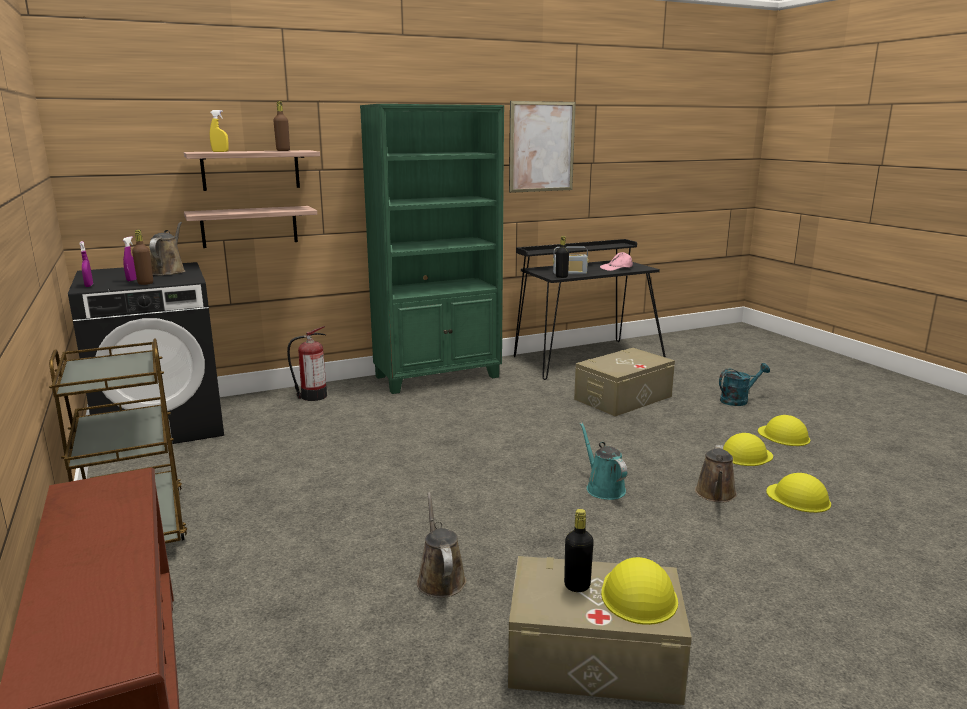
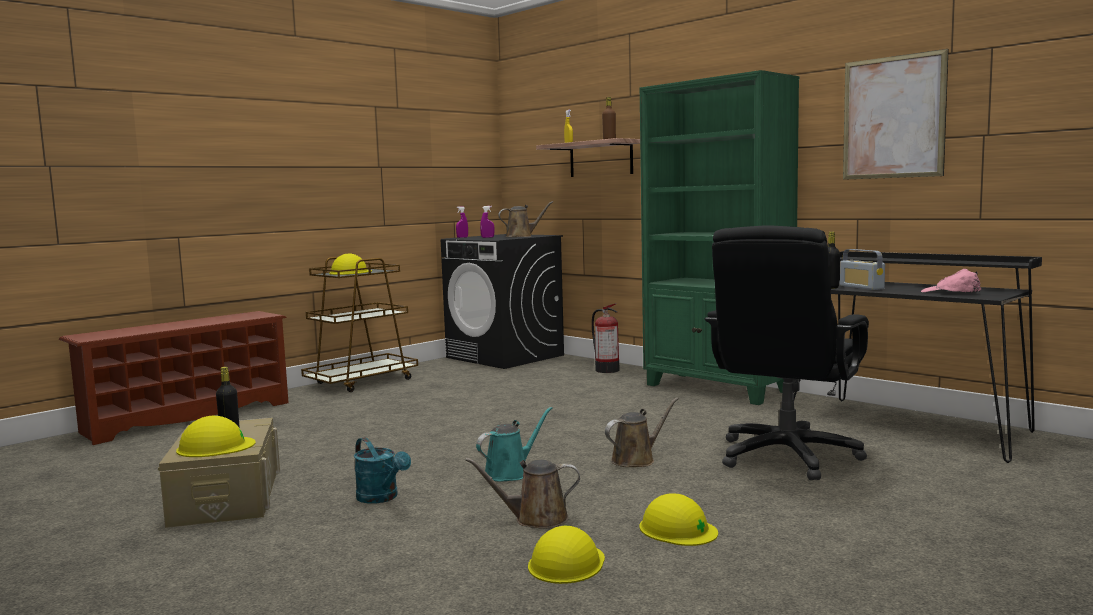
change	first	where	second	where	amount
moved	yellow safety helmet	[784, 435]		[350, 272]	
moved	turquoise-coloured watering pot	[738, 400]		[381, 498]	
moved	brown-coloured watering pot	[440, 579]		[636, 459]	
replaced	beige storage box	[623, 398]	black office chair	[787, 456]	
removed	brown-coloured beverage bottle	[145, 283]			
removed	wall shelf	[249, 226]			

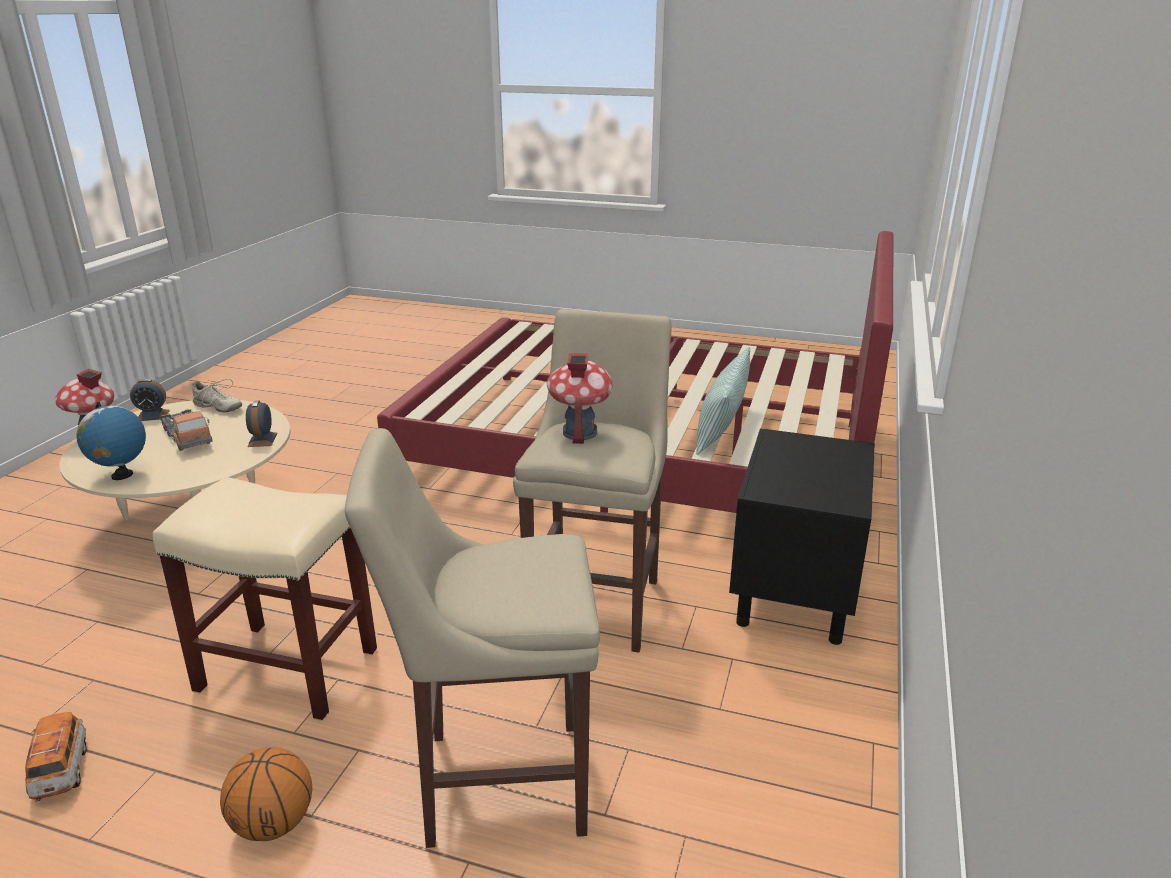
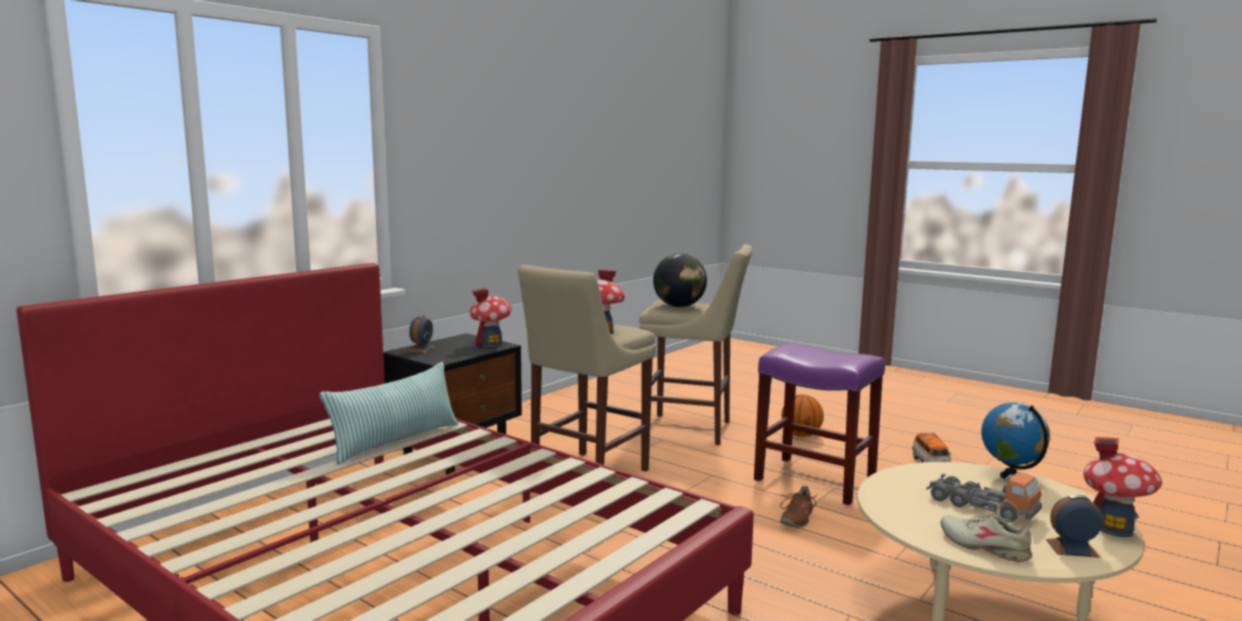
change	first	where	second	where	amount
moved	table clock	[262, 440]		[421, 349]	
added			model house	[491, 344]	
added			desk globe	[679, 306]	
recoloured	beige sitting stool	[285, 670]	purplish sitting stool	[816, 480]	
added			brown-coloured low shoe	[796, 518]	
turned	toy lorry	[187, 437]		[981, 507]	150 degrees clockwise

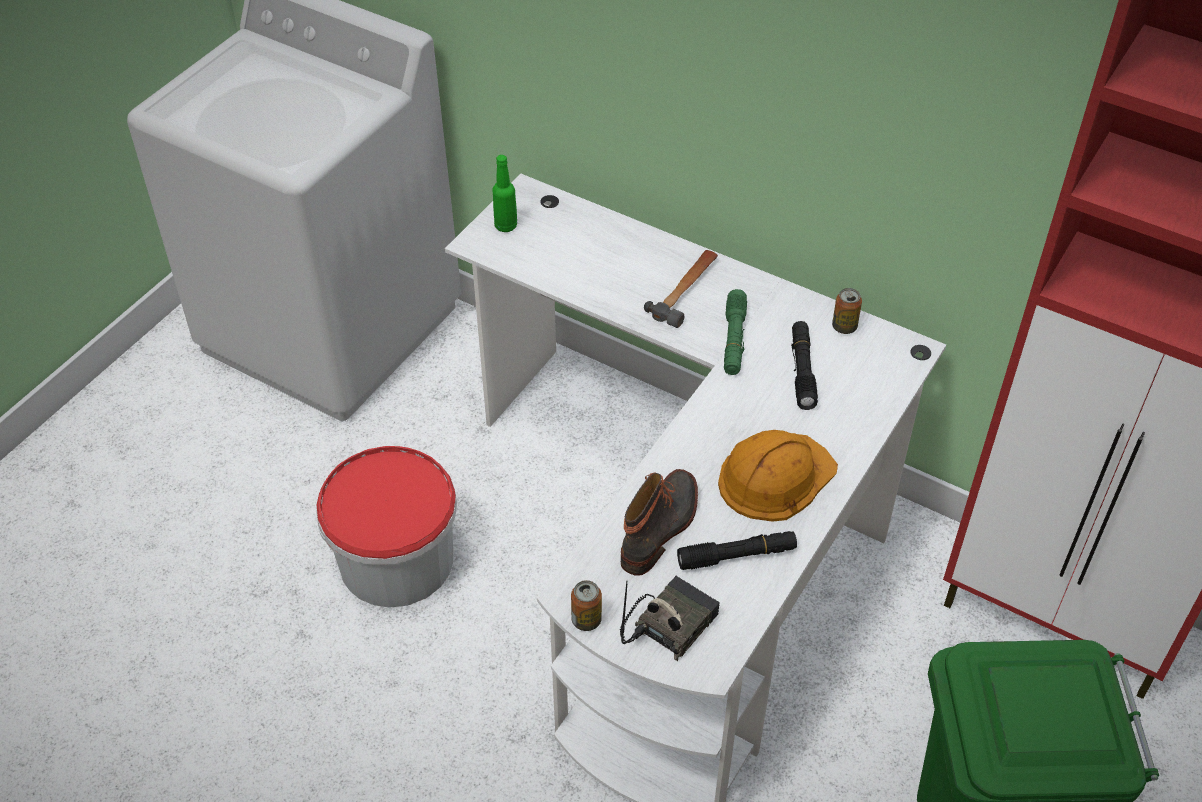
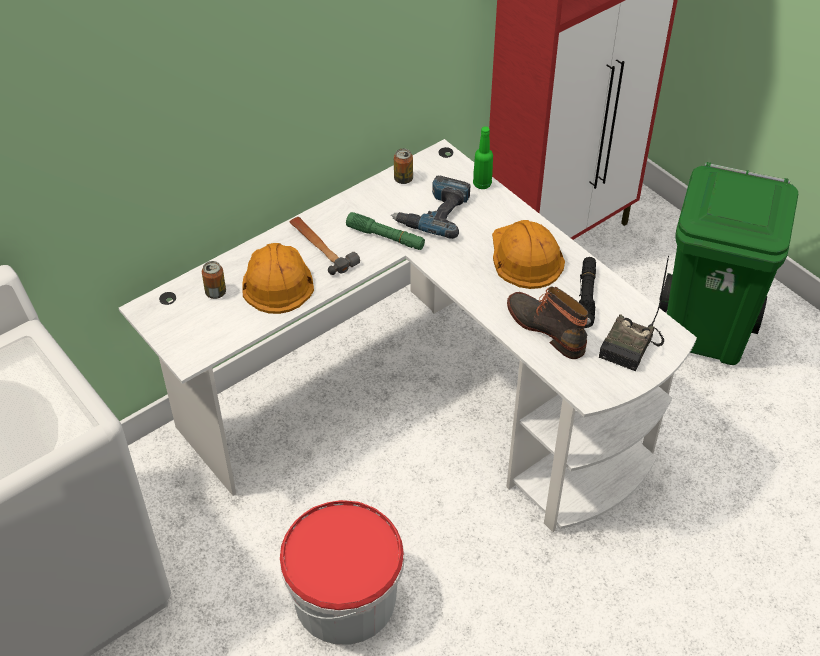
change	first	where	second	where	amount
moved	metal can	[586, 620]		[216, 292]	
added			orange-coloured safety helmet	[276, 280]	
replaced	black flashlight	[802, 371]	power drill	[434, 212]	
moved	greenish beverage bottle	[505, 226]		[482, 184]	
turned	radio receiver	[668, 623]		[631, 348]	120 degrees counterclockwise

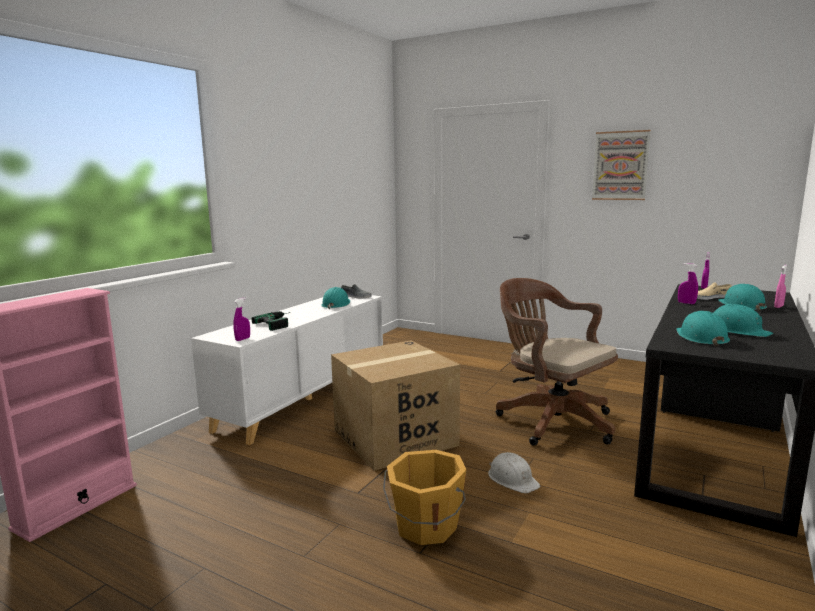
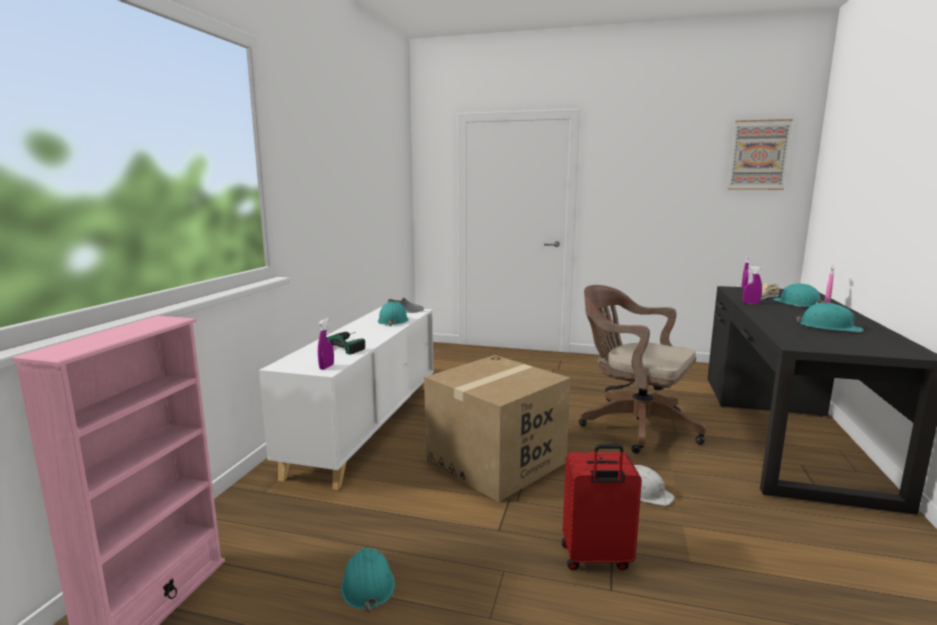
change	first	where	second	where	amount
moved	turquoise-coloured safety helmet	[701, 337]		[367, 584]	
replaced	orange-coloured water bucket	[425, 526]	red-coloured piece of luggage	[596, 558]	
moved	picture	[620, 165]		[758, 155]	

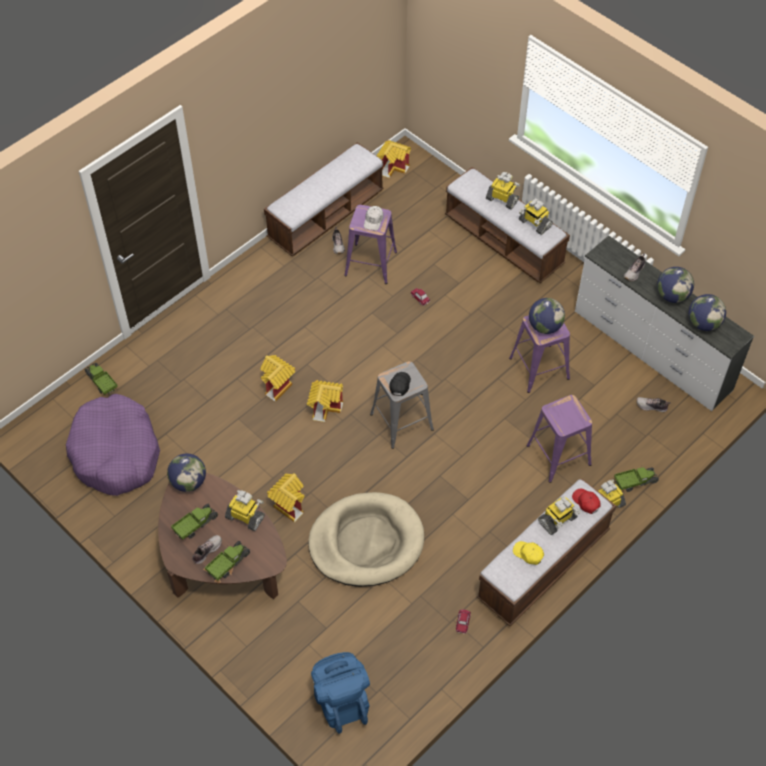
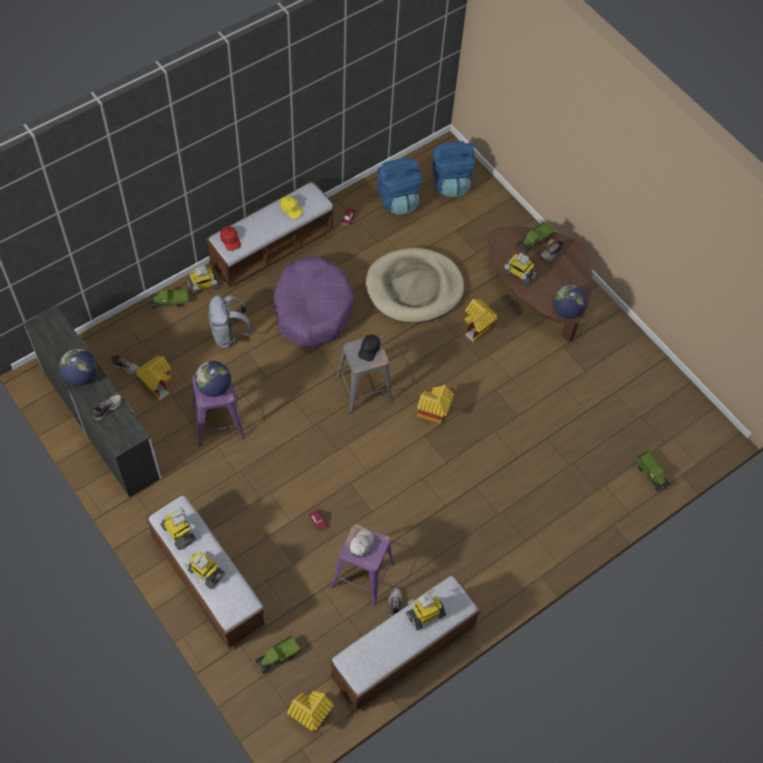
change	first	where	second	where	amount
moved	model house	[278, 387]		[157, 383]	
replaced	purplish sitting stool	[558, 455]	greyish backpack	[229, 335]	
moved	toy lorry	[195, 525]		[278, 657]	
moved	purplish dog cushion	[116, 453]		[312, 309]	
added			blue backpack	[398, 199]	
moved	model robot	[557, 520]		[425, 614]	
removed	desk globe	[703, 323]			

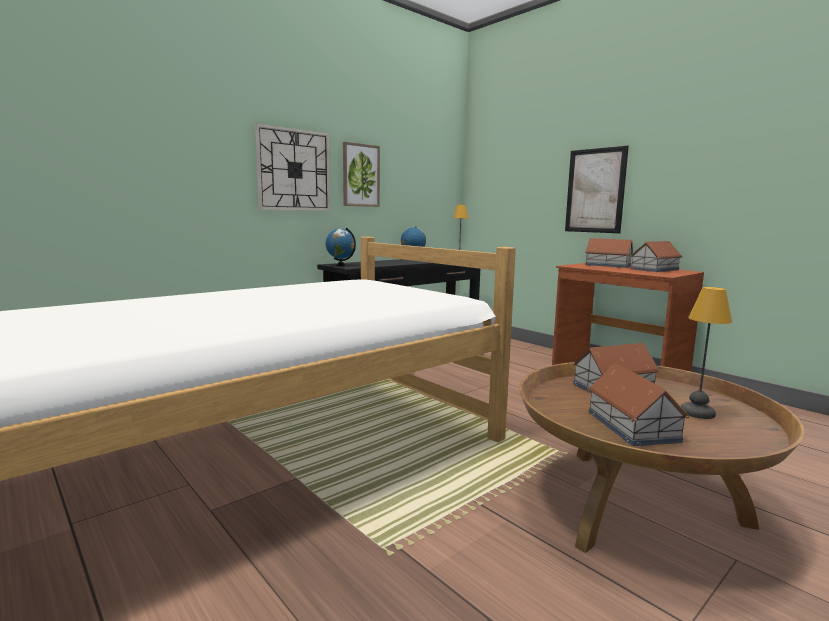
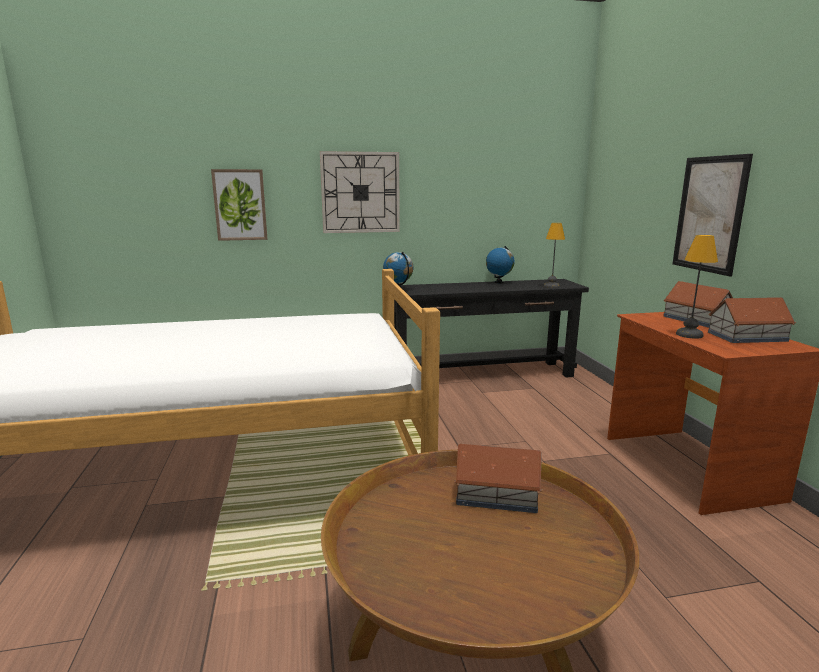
change	first	where	second	where	amount
moved	picture	[360, 175]		[240, 205]	
moved	table lamp	[697, 412]		[688, 335]	
removed	model house	[632, 426]			

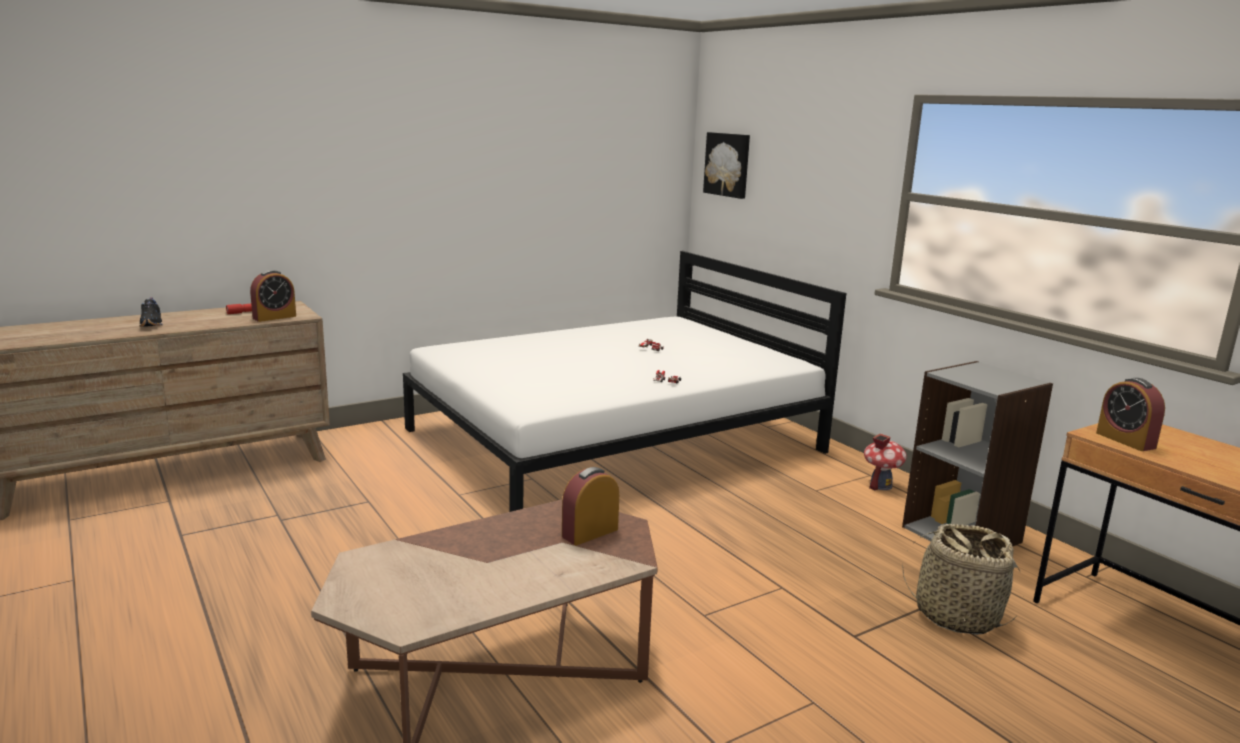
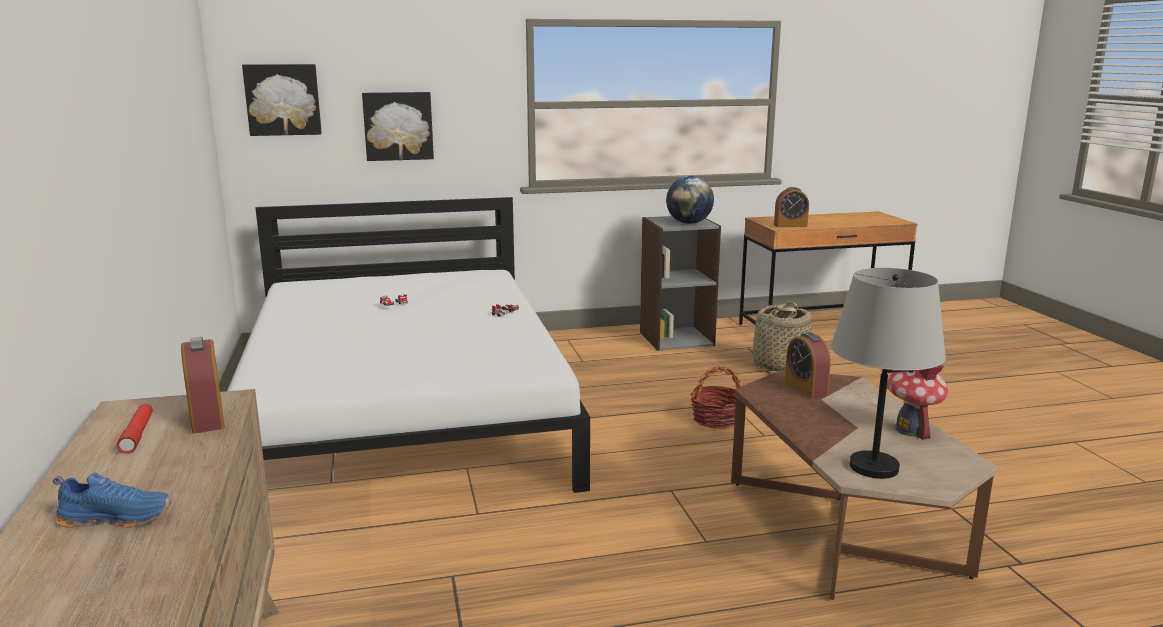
change	first	where	second	where	amount
recoloured	black low shoe	[152, 324]	blue low shoe	[117, 518]	
added			picture	[398, 126]	
added			desk globe	[689, 223]	
added			household basket	[716, 419]	
added			greyish table lamp	[873, 467]	
moved	model house	[880, 485]		[911, 430]	

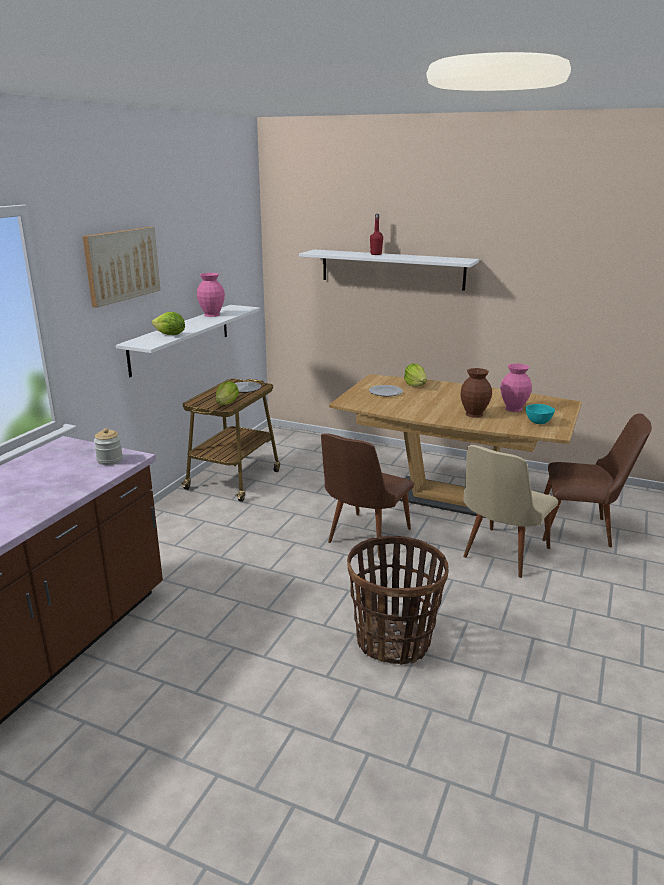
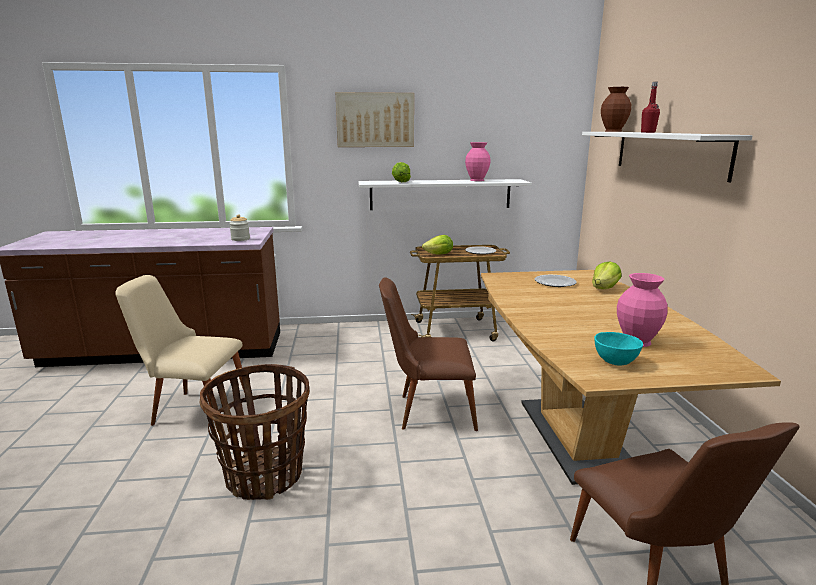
change	first	where	second	where	amount
moved	beige upright chair	[500, 555]		[193, 409]	
moved	brown-coloured decorative vase	[474, 414]		[613, 131]	

